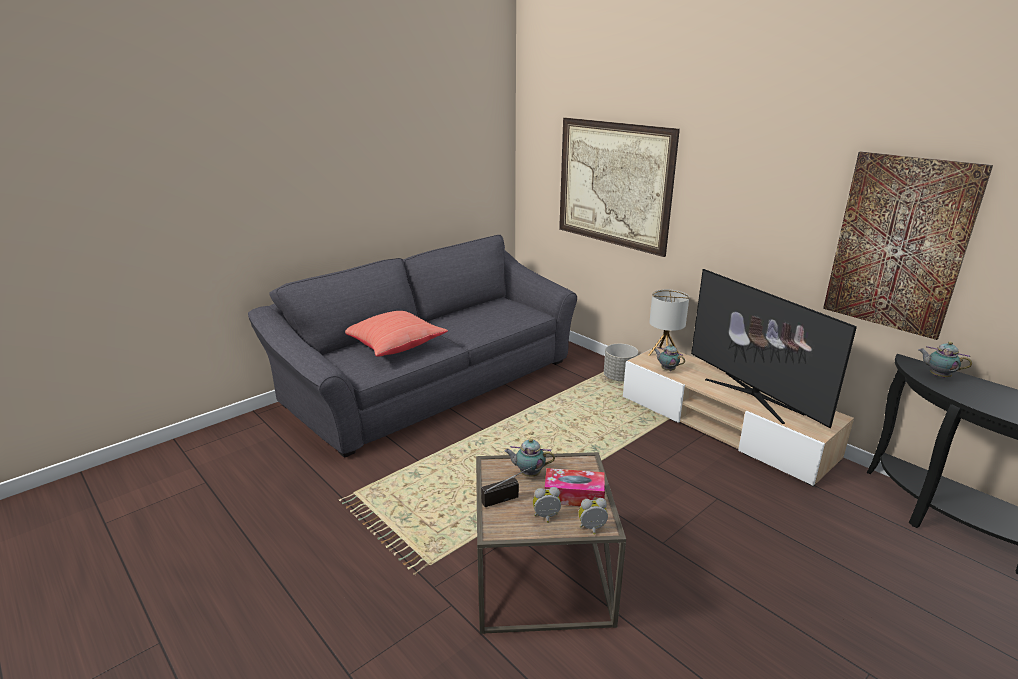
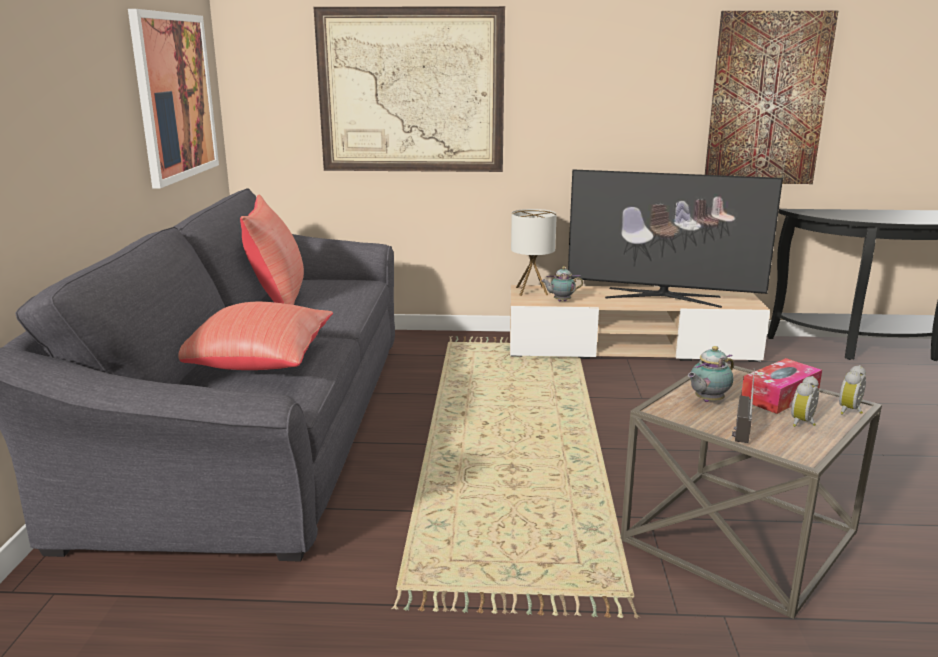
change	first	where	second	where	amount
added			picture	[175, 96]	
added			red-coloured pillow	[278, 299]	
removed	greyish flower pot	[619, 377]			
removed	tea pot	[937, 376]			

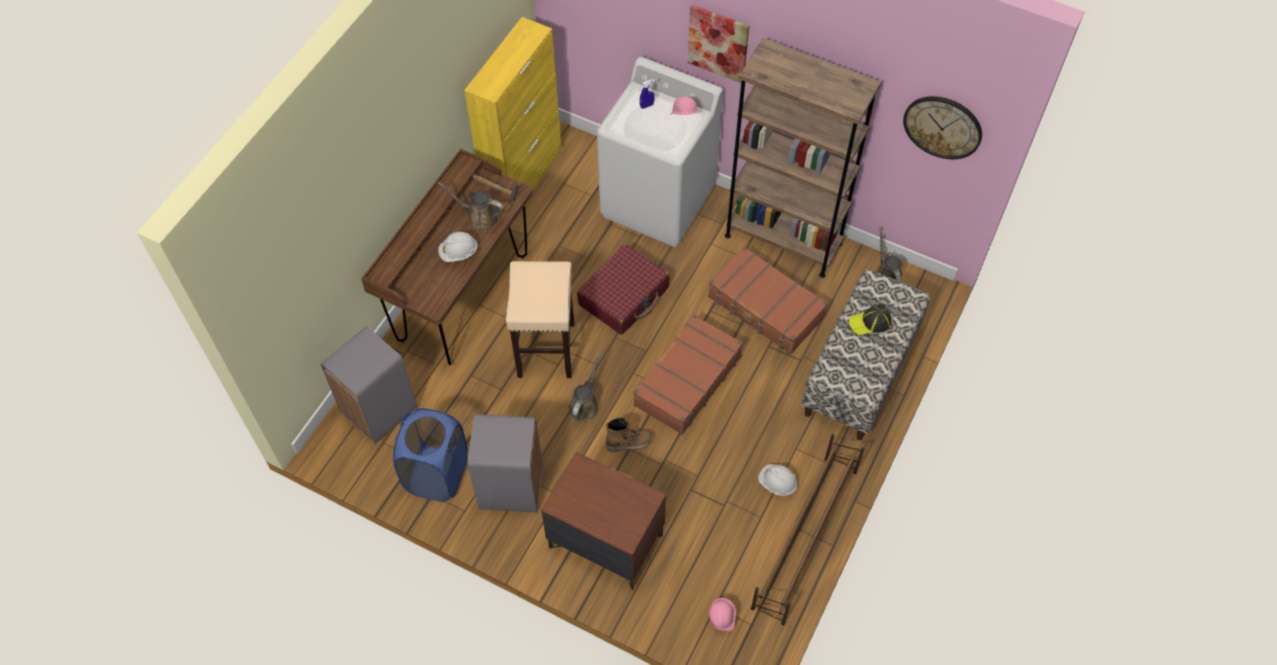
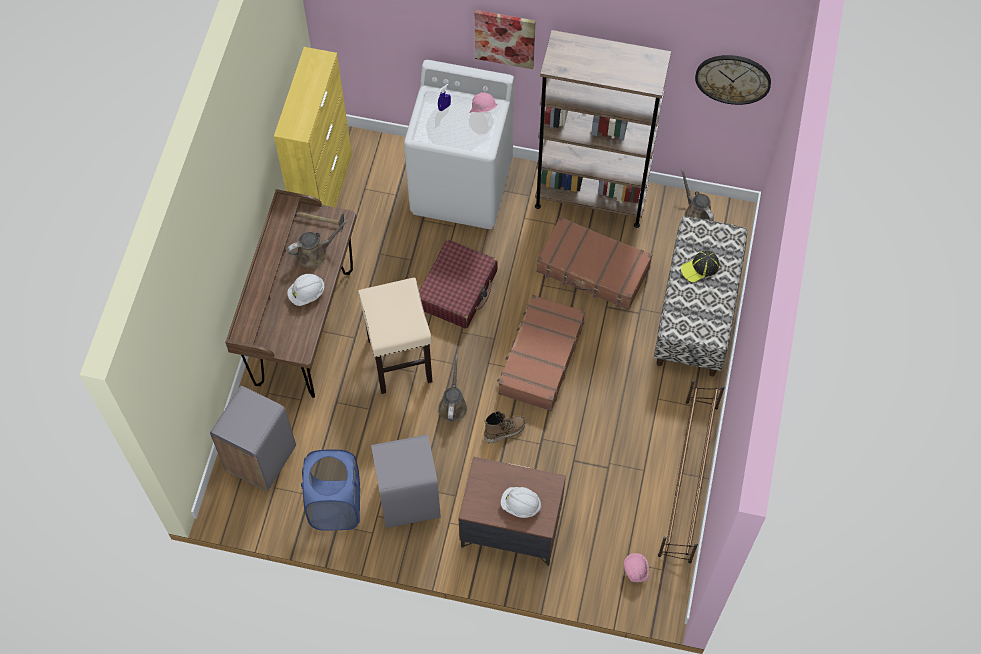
change	first	where	second	where	amount
turned	brown-coloured watering pot	[479, 217]		[315, 253]	150 degrees clockwise
moved	whitish safety helmet	[777, 484]		[520, 505]	

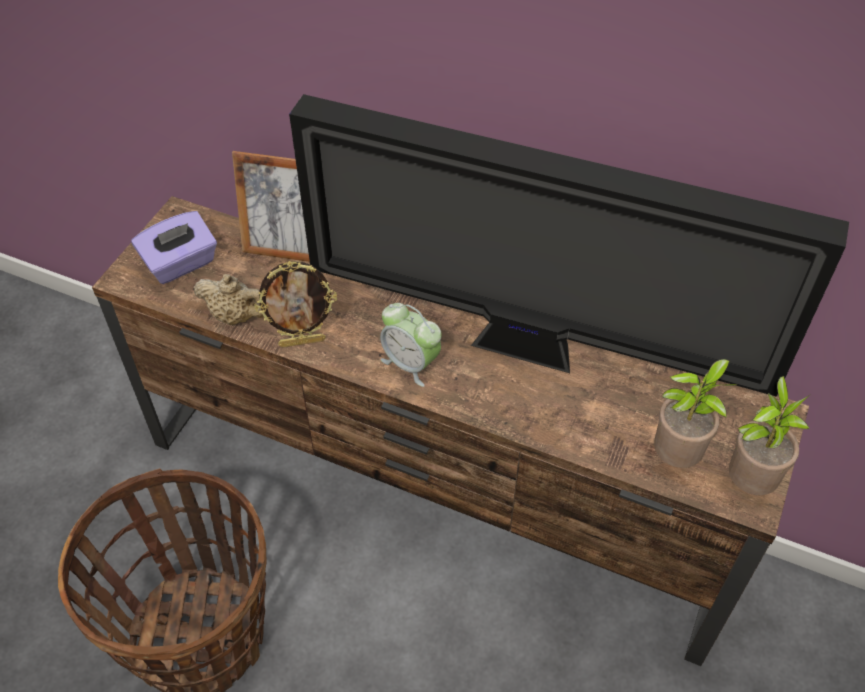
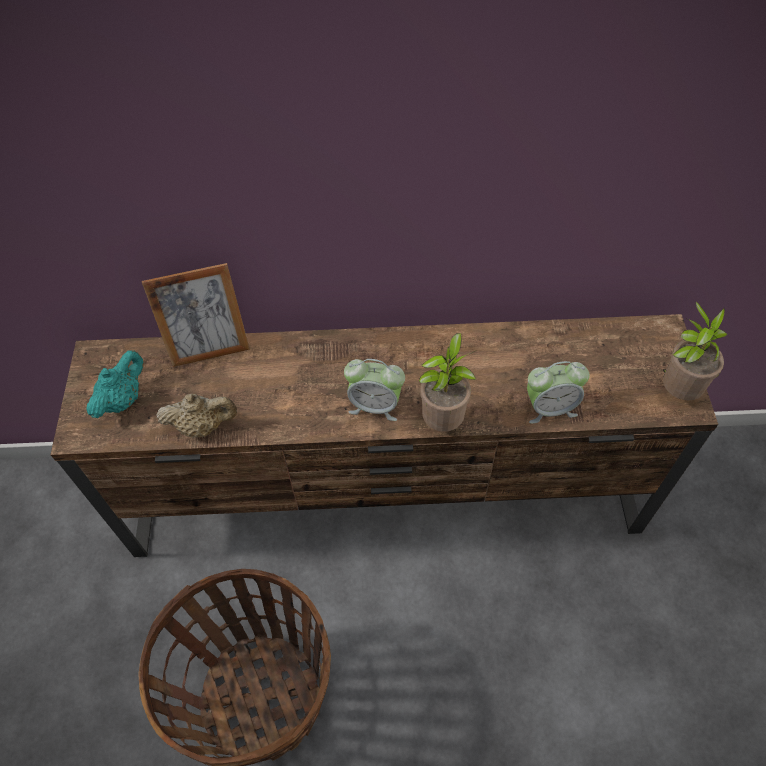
change	first	where	second	where	amount
replaced	purplish box of tissues	[181, 264]	turquoise-coloured tea pot	[123, 399]	
moved	plant in a pot	[677, 456]		[443, 420]	
added			table clock	[549, 407]	
removed	photo frame	[302, 341]			
removed	TV set	[531, 350]			

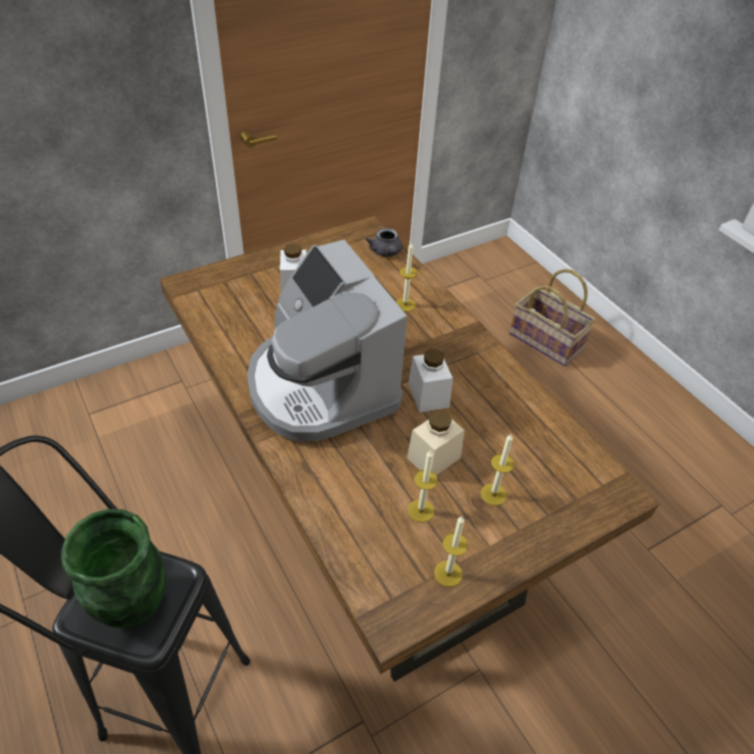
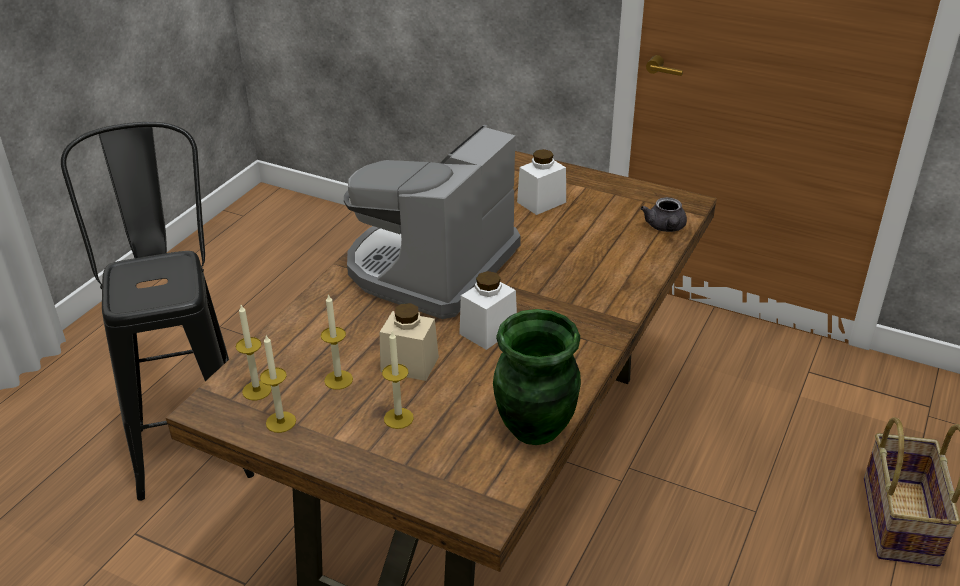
change	first	where	second	where	amount
moved	wax candle	[405, 304]		[256, 390]	
moved	greenish decorative vase	[133, 605]		[534, 428]	
turned	greyish tea pot	[386, 253]		[665, 228]	45 degrees counterclockwise

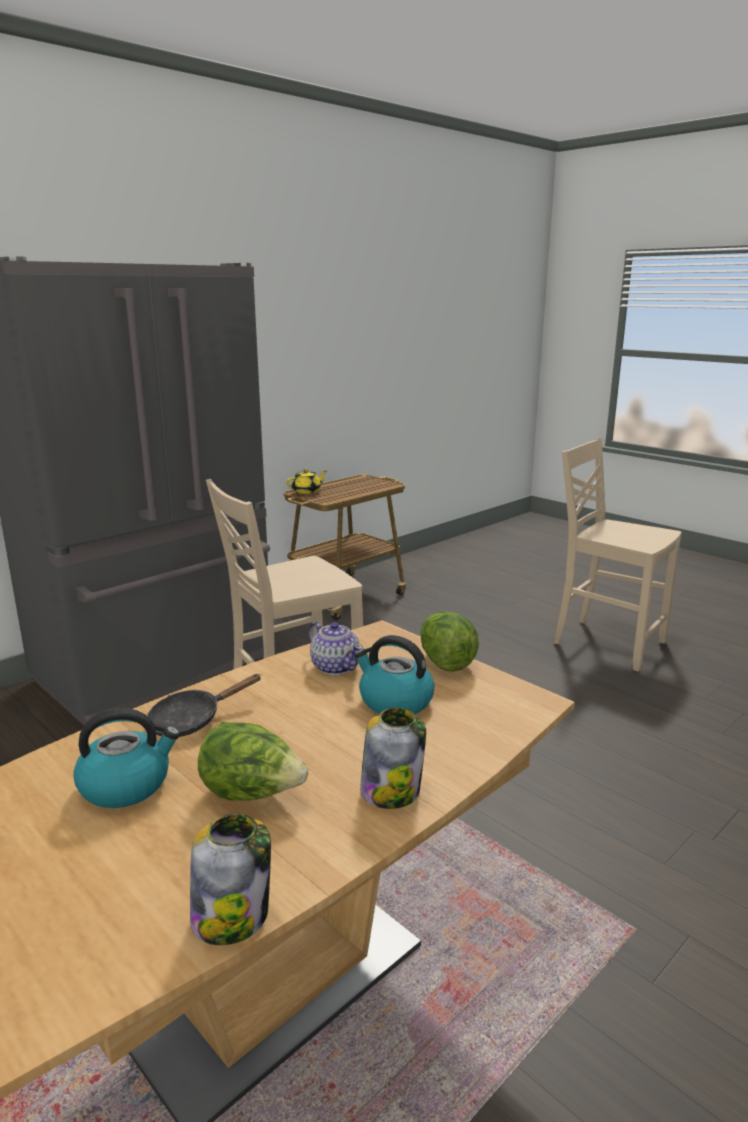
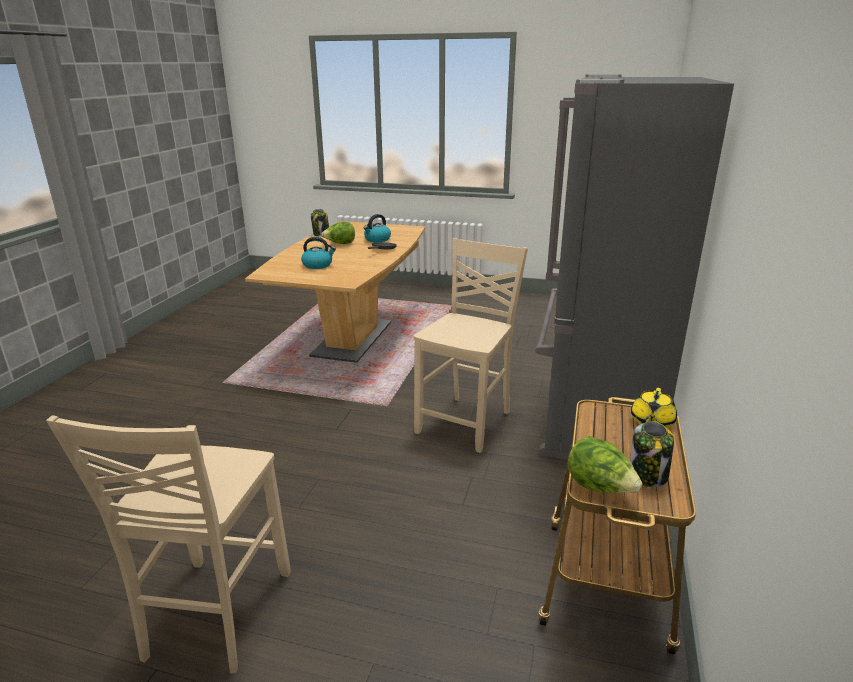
change	first	where	second	where	amount
turned	beige upright chair	[606, 642]		[215, 615]	90 degrees clockwise
moved	lettuce head	[445, 662]		[600, 488]	
moved	jar	[391, 790]		[648, 475]	
removed	tea pot	[335, 666]			

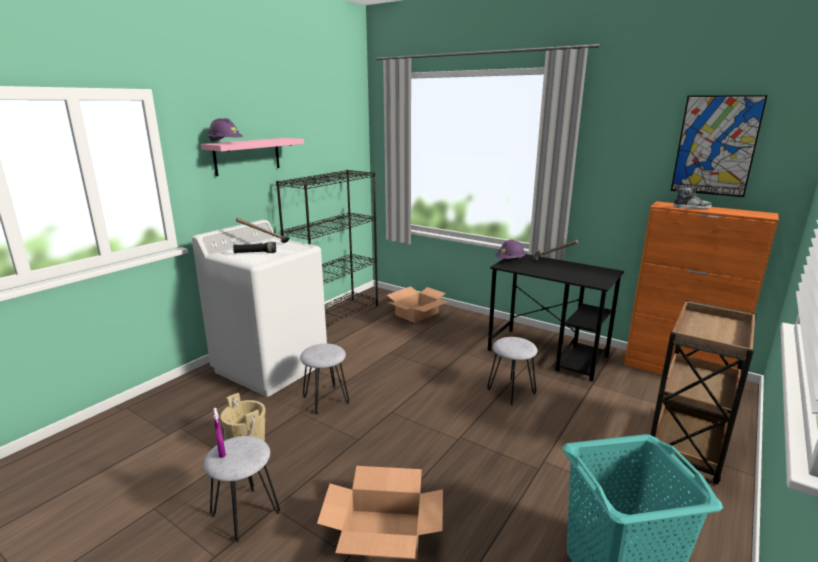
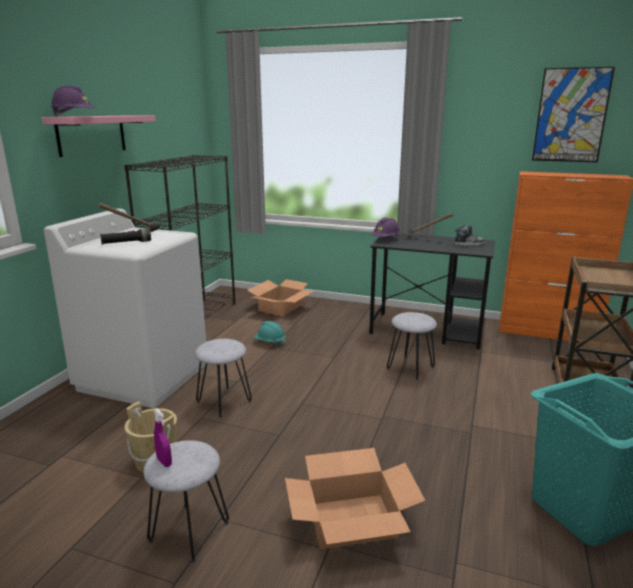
change	first	where	second	where	amount
added			turquoise-coloured safety helmet	[270, 342]	
moved	low shoe	[691, 207]		[469, 244]	

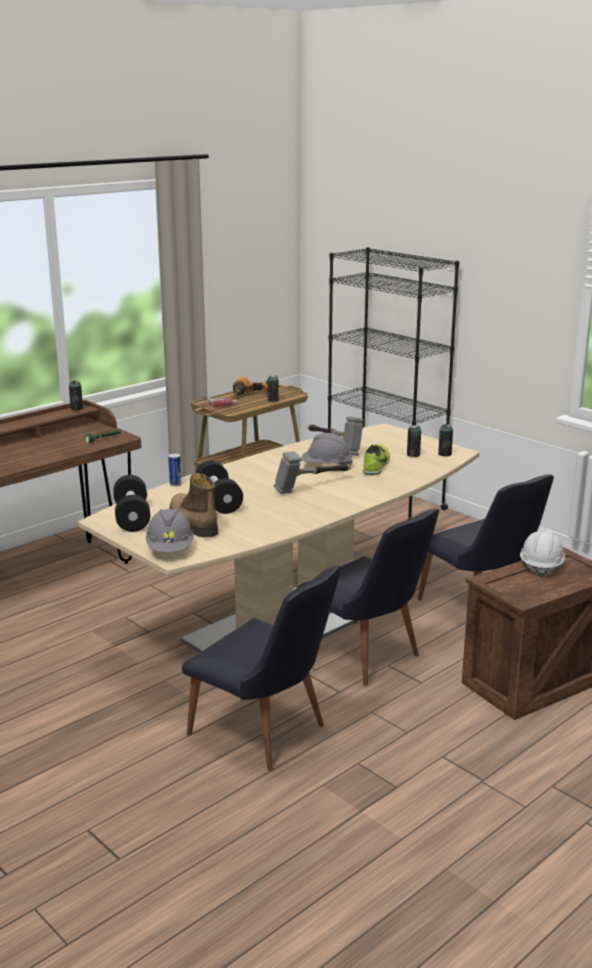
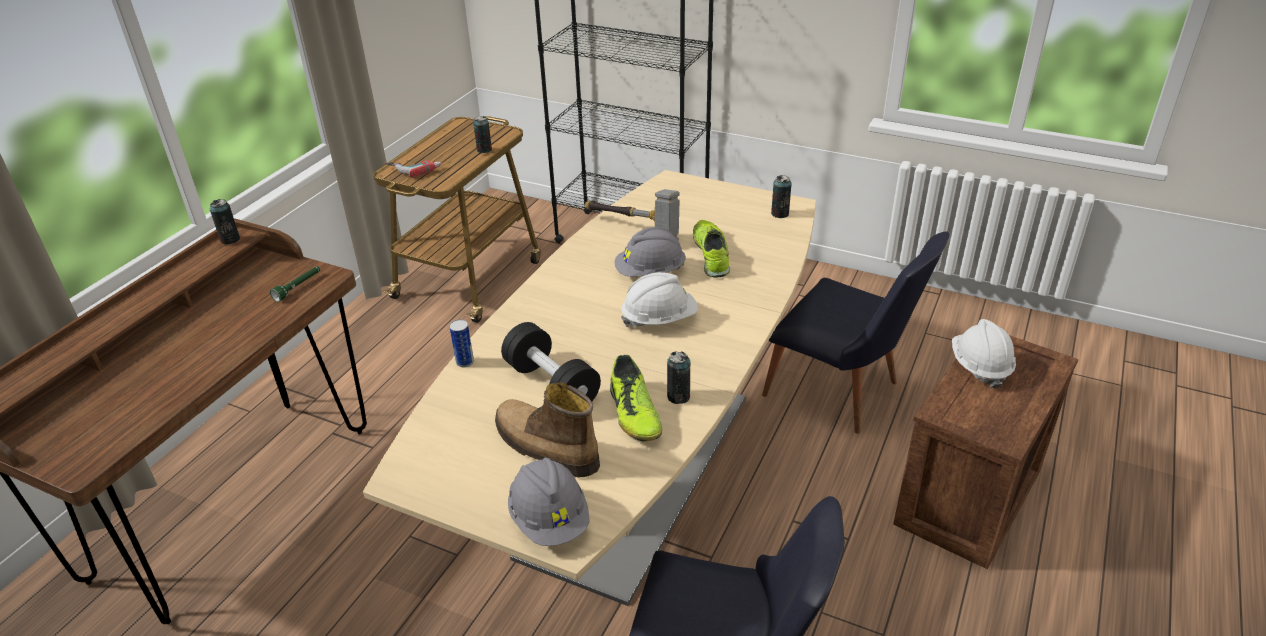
change	first	where	second	where	amount
added			low shoe	[634, 413]	
replaced	hand hammer	[312, 486]	whitish safety helmet	[659, 319]	
moved	metal can	[413, 455]		[678, 397]	
removed	black free weight	[132, 518]			
removed	power drill	[252, 394]			
removed	black upright chair	[366, 658]			

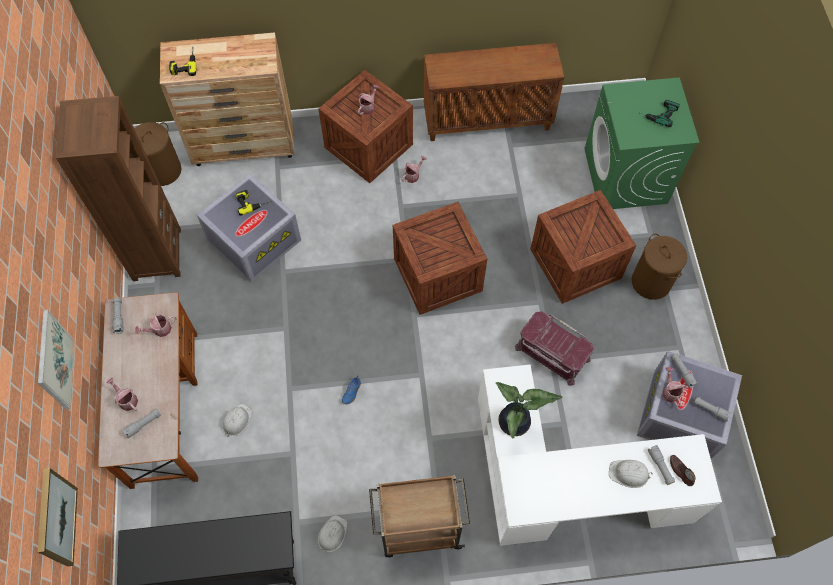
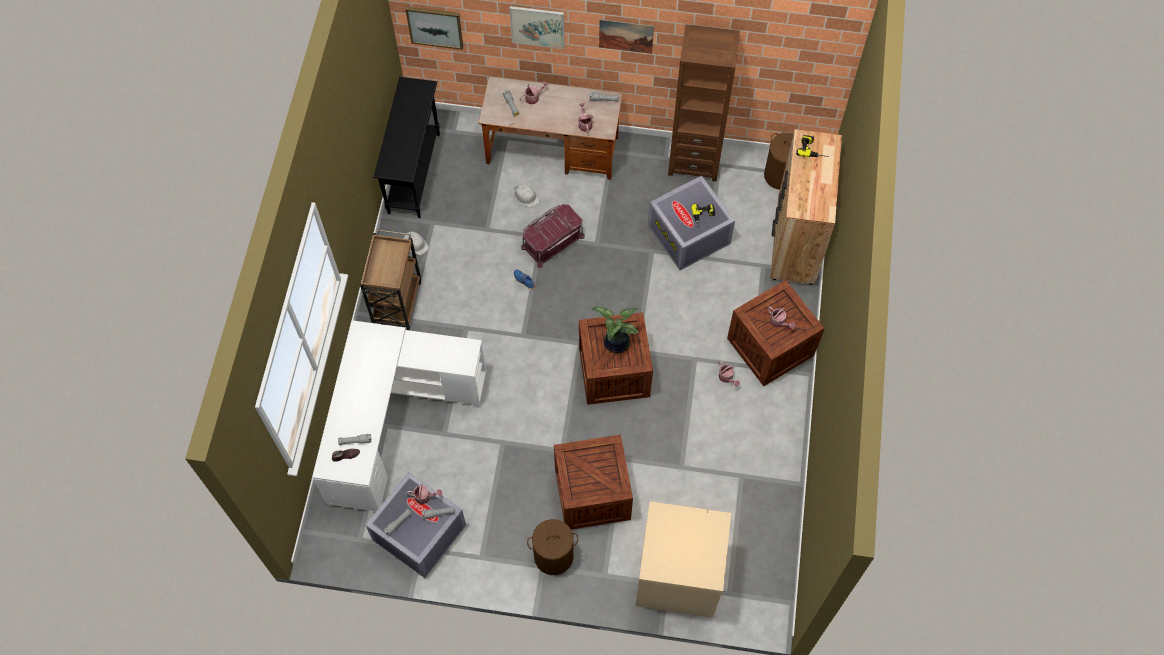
change	first	where	second	where	amount
moved	red-coloured storage box	[551, 354]		[552, 241]	
moved	plant in a pot	[515, 423]		[615, 343]	
added			picture	[626, 36]	
recoloured	greenish laundry machine	[626, 176]	beige laundry machine	[677, 576]	
removed	brown-coloured cupboard	[488, 120]			
removed	whitish safety helmet	[629, 474]			
removed	power drill	[658, 113]			

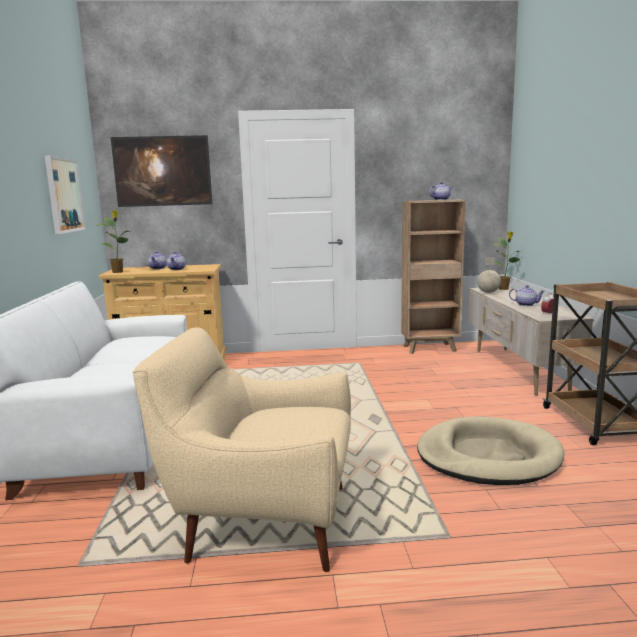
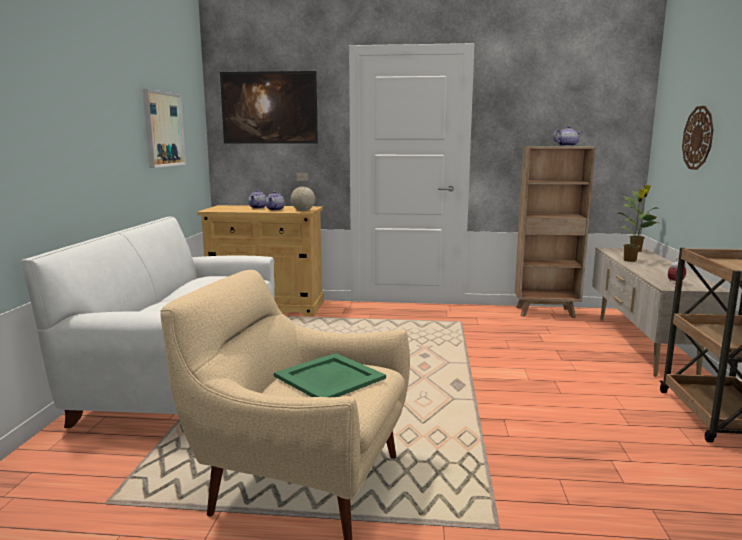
change	first	where	second	where	amount
added			greenish tray	[329, 377]	
moved	desk globe	[488, 292]		[303, 211]	
moved	plant in a pot	[118, 272]		[631, 260]	
added			clock on the wall	[698, 138]	
removed	beige dog cushion	[487, 456]			
removed	tea pot	[526, 304]			

